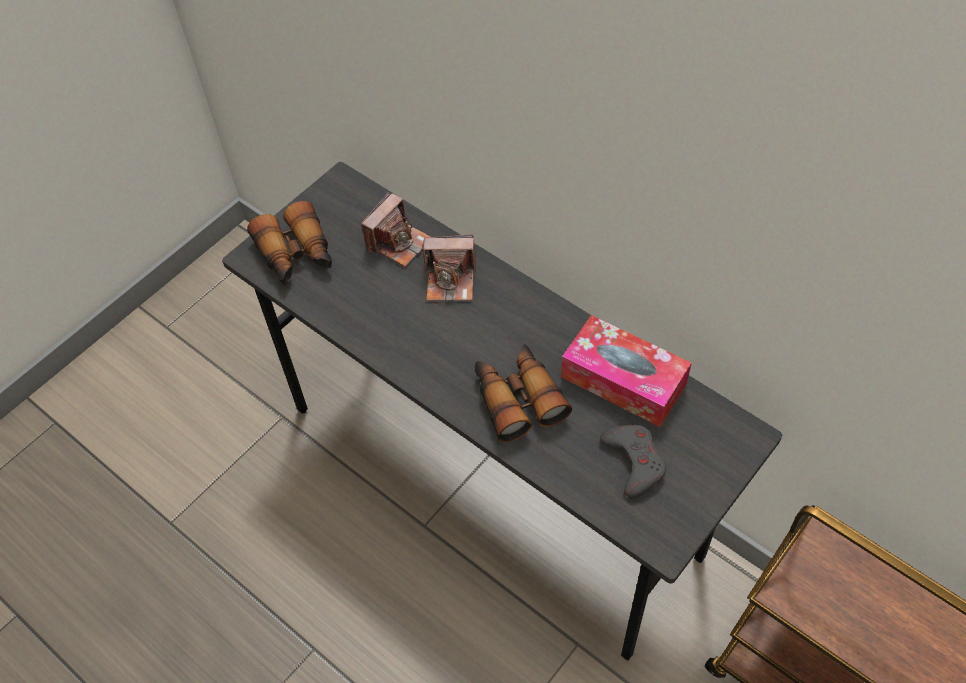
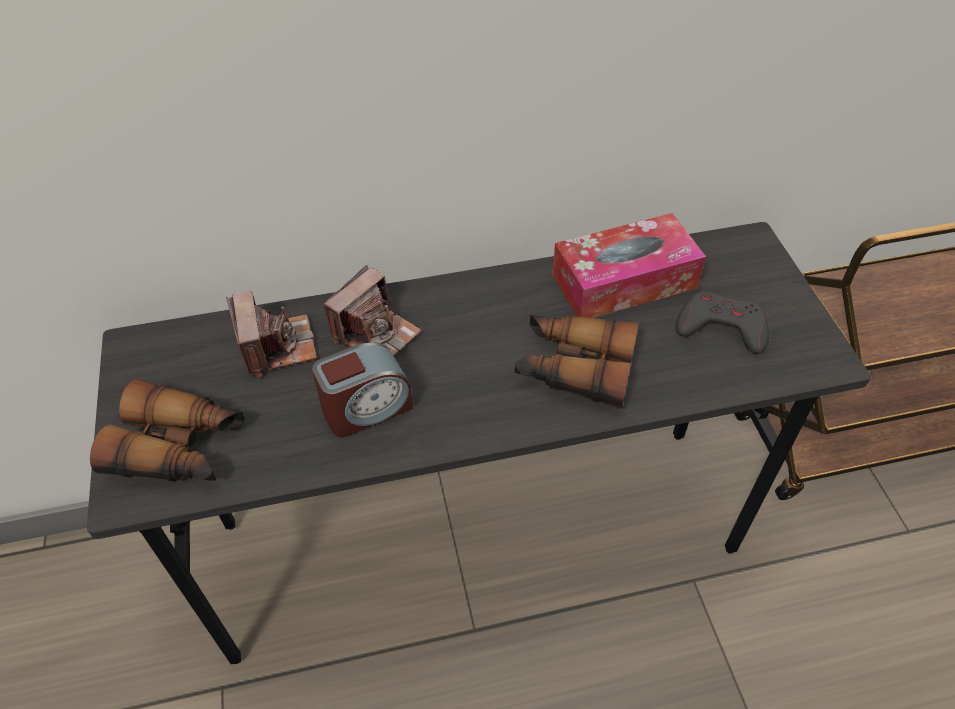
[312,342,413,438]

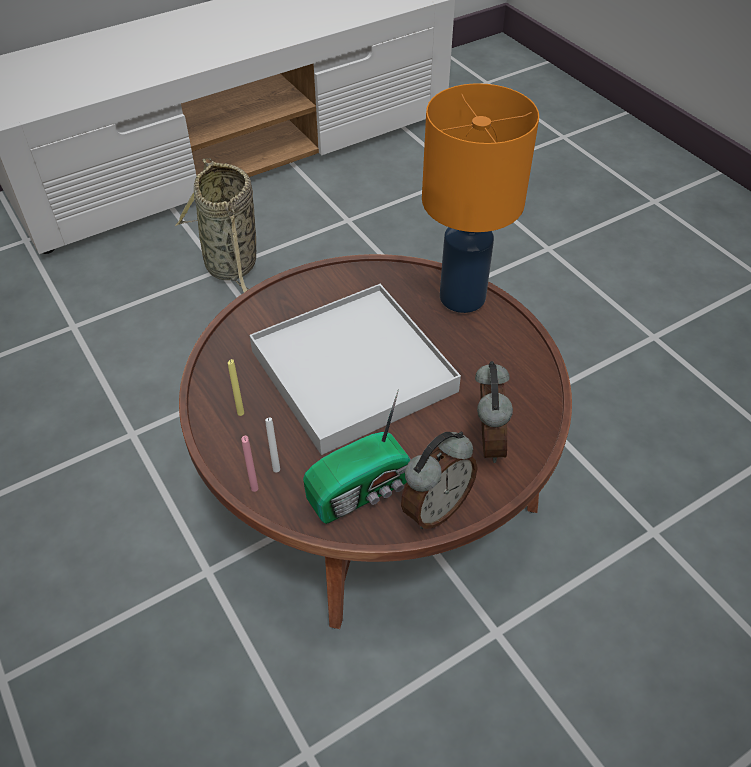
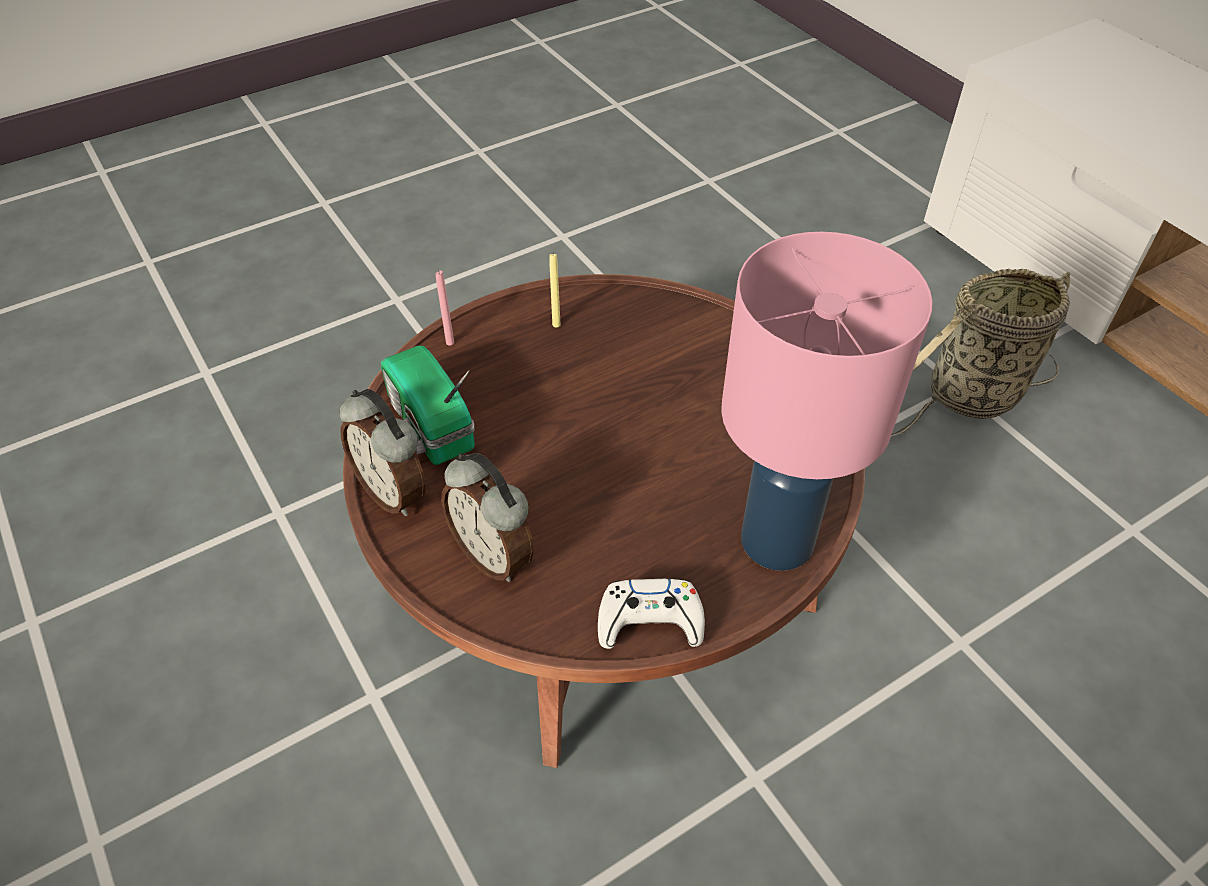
[441,453,534,582]
[598,579,705,649]
[722,232,933,571]
[249,284,461,455] (first image)
[265,418,280,473] (first image)

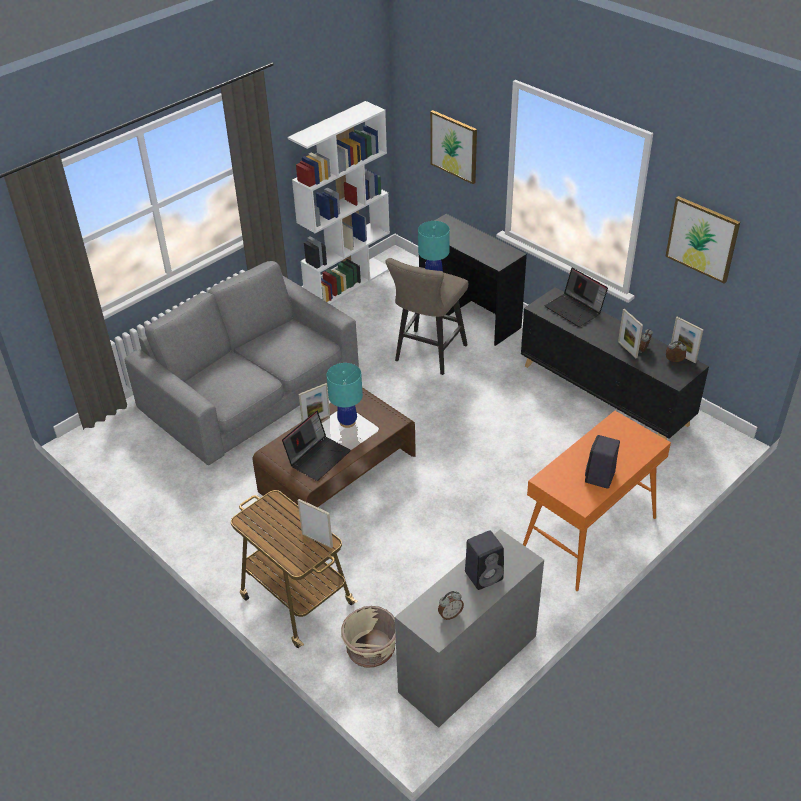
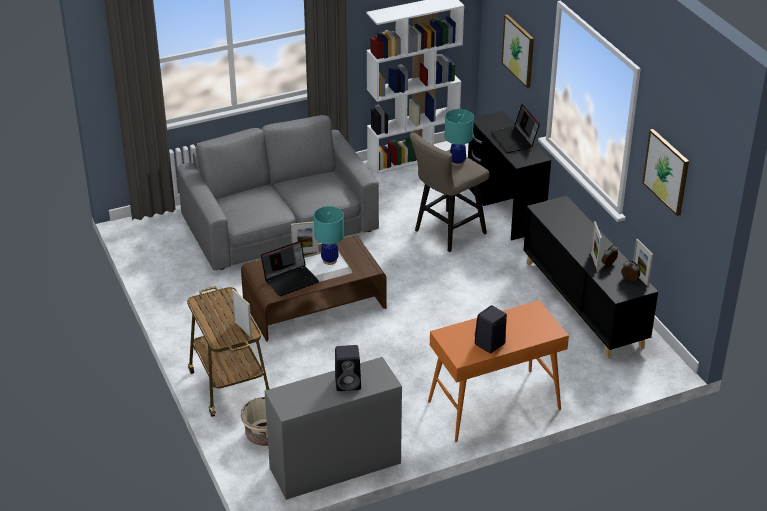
[491,104,540,153]
[438,591,464,620] (first image)

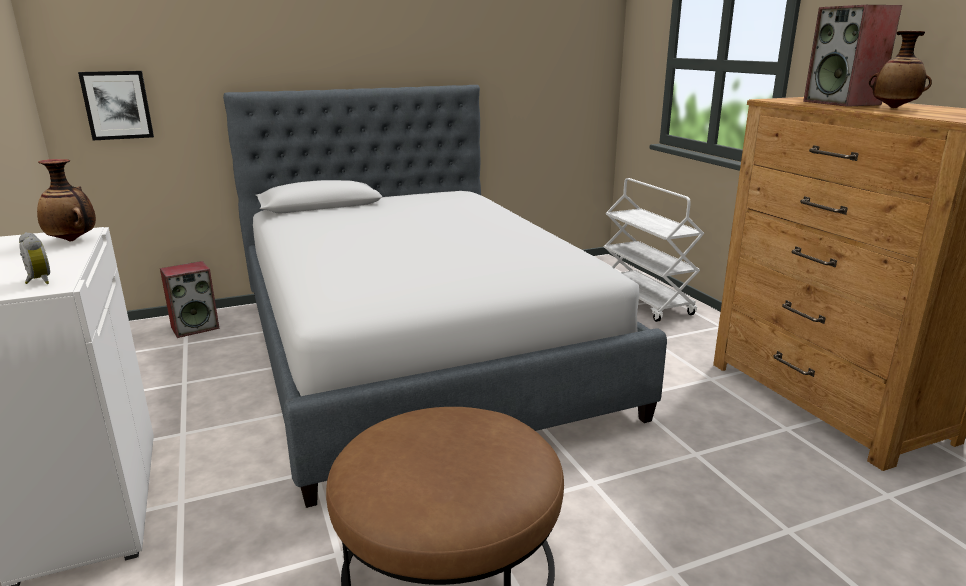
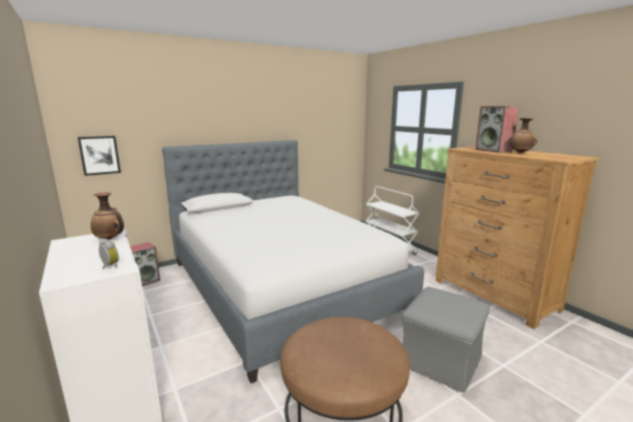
[402,287,490,393]

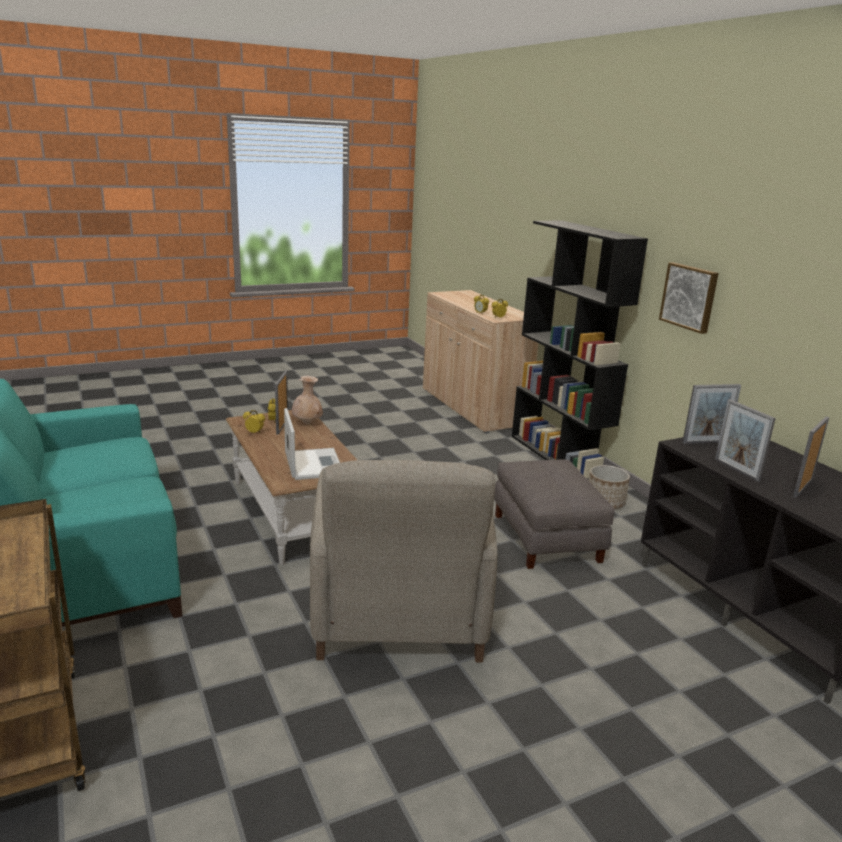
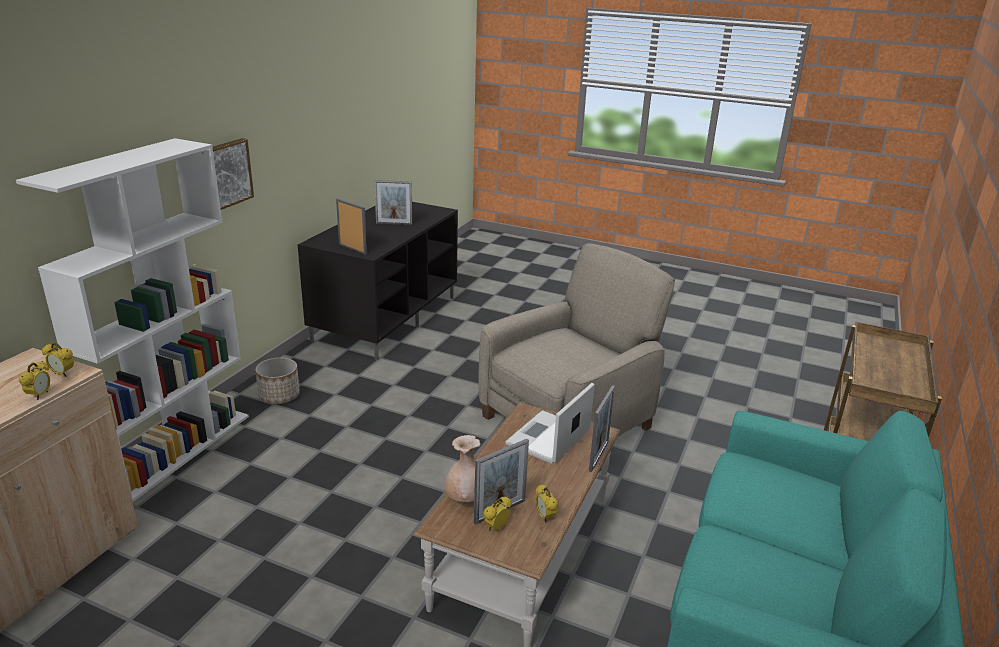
[16,138,249,502]
[589,385,615,472]
[494,459,615,569] (first image)

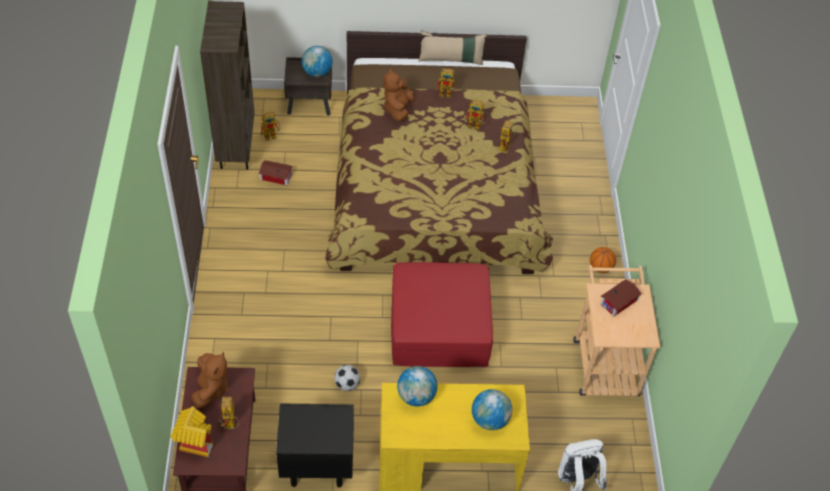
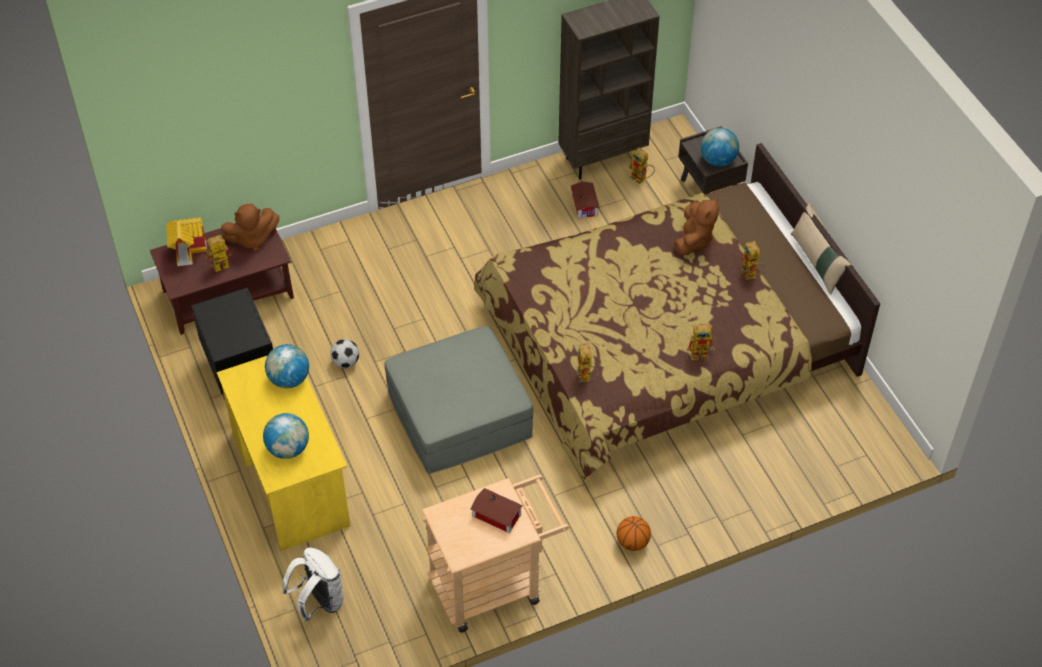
[384,326,533,474]
[577,343,598,382]
[674,197,719,255]

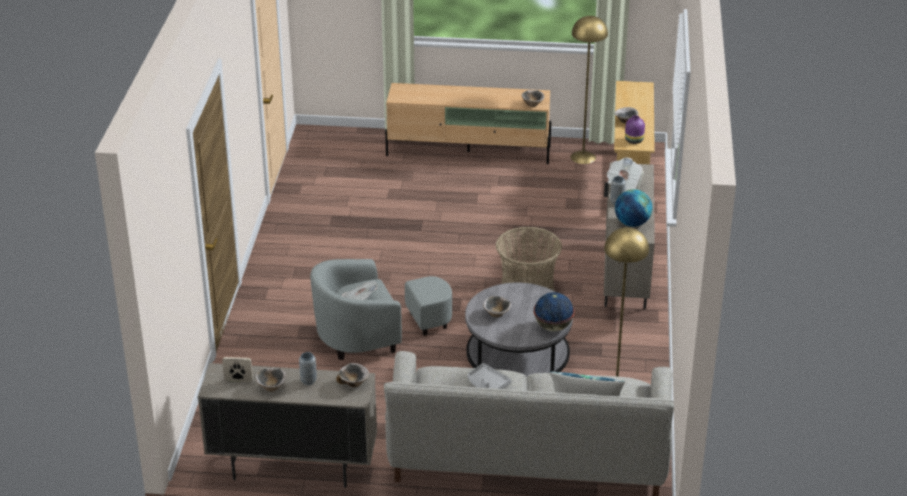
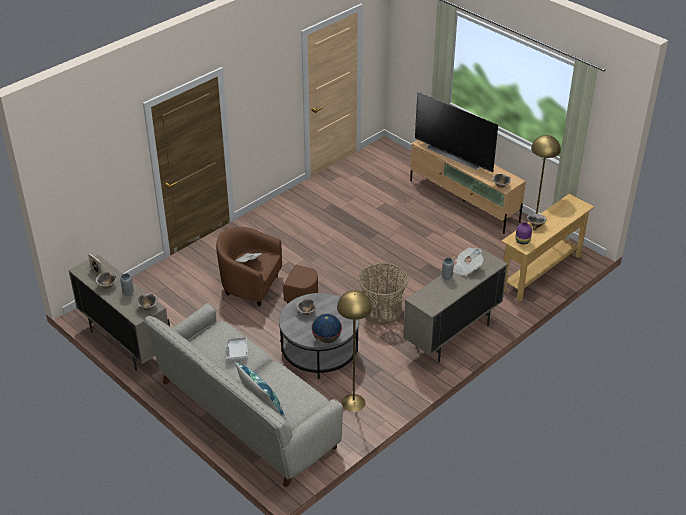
[216,227,318,306]
[415,92,498,172]
[615,189,652,227] (first image)

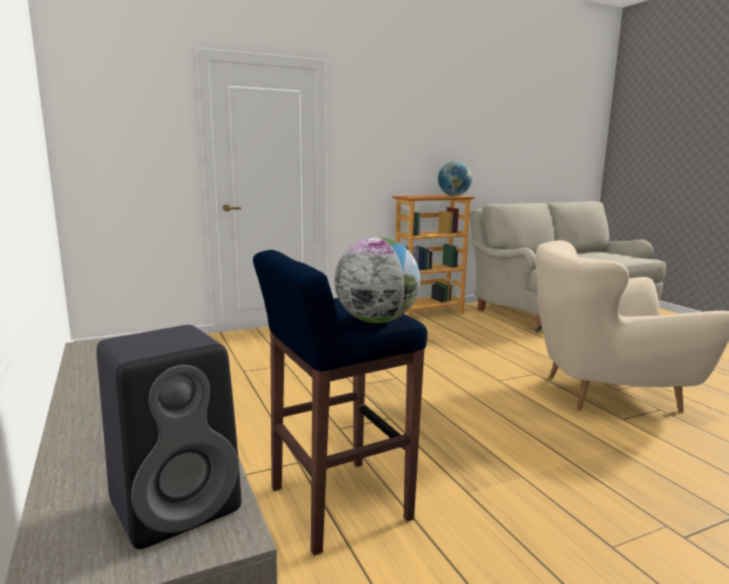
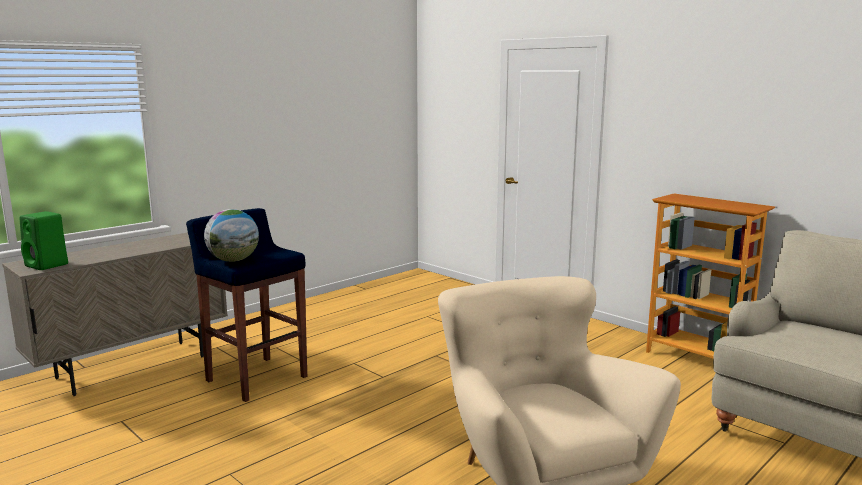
[20,211,68,270]
[438,161,472,196] (first image)

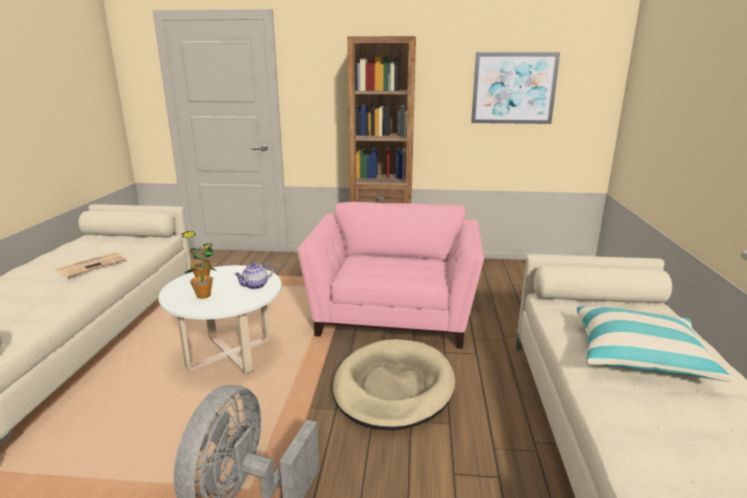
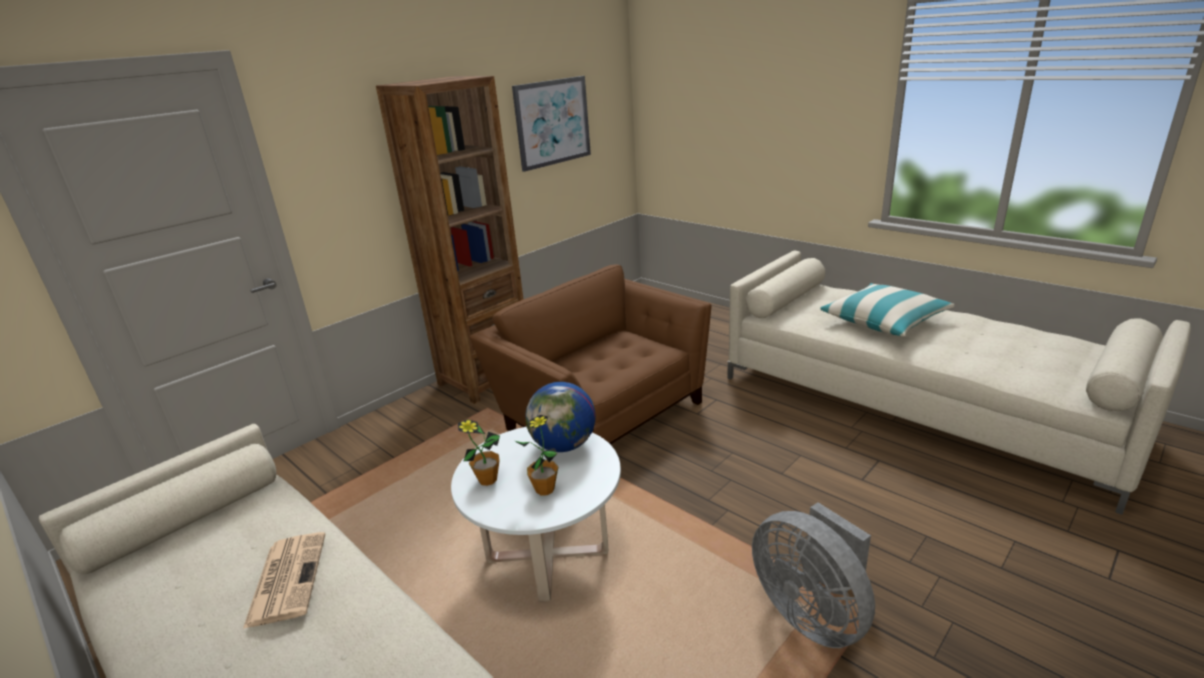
[470,264,712,445]
[525,382,596,452]
[333,339,455,430] (first image)

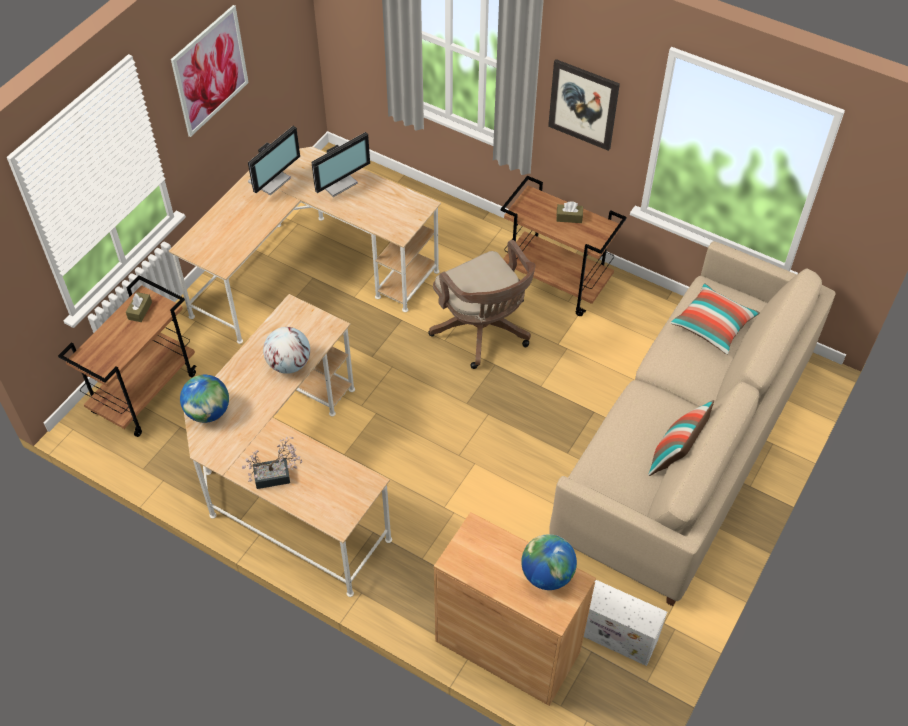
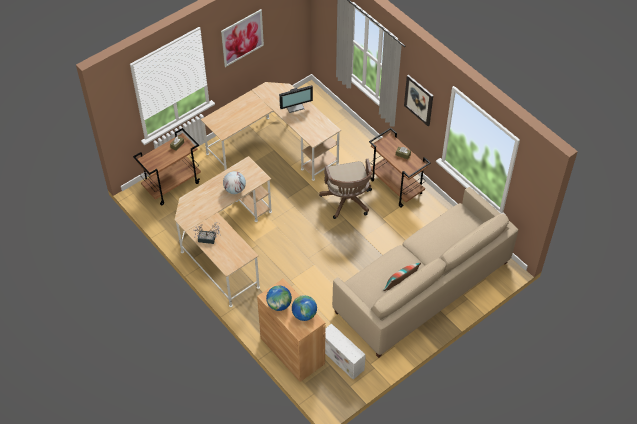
[266,286,292,311]
[248,126,300,195] (first image)
[670,283,760,355] (first image)

